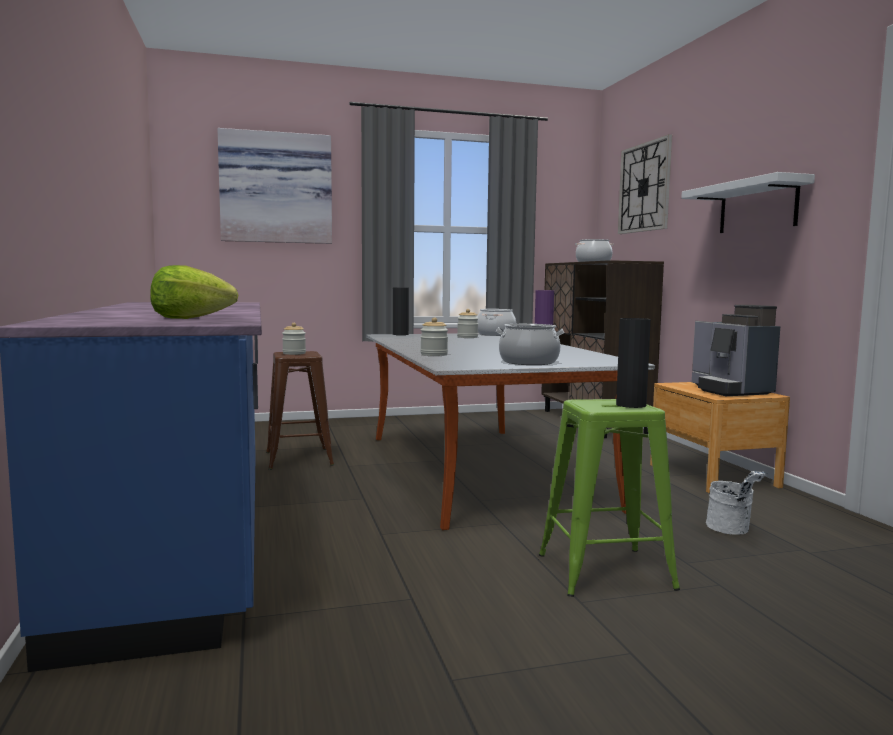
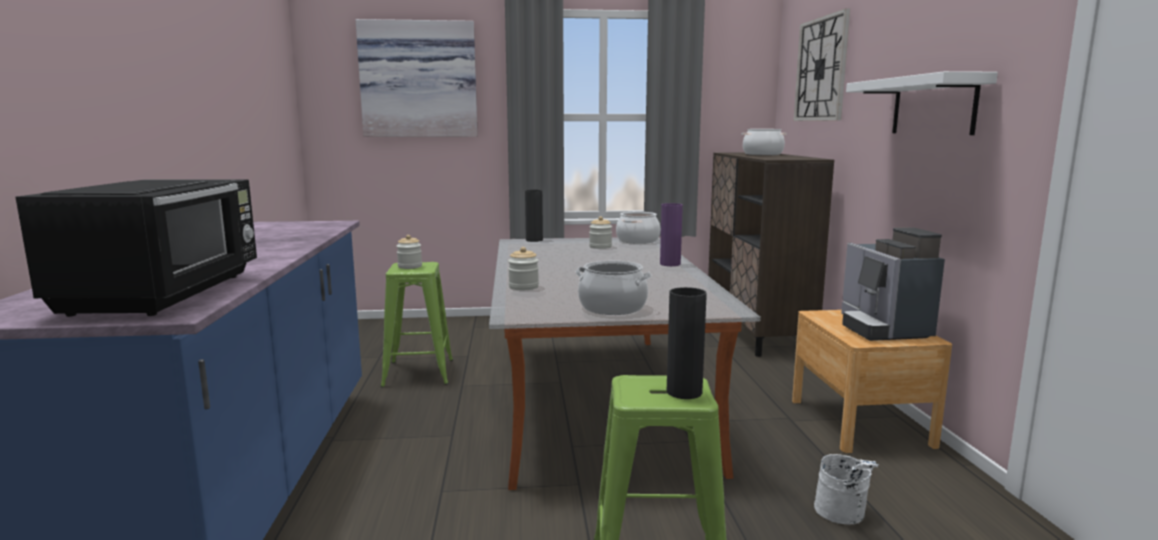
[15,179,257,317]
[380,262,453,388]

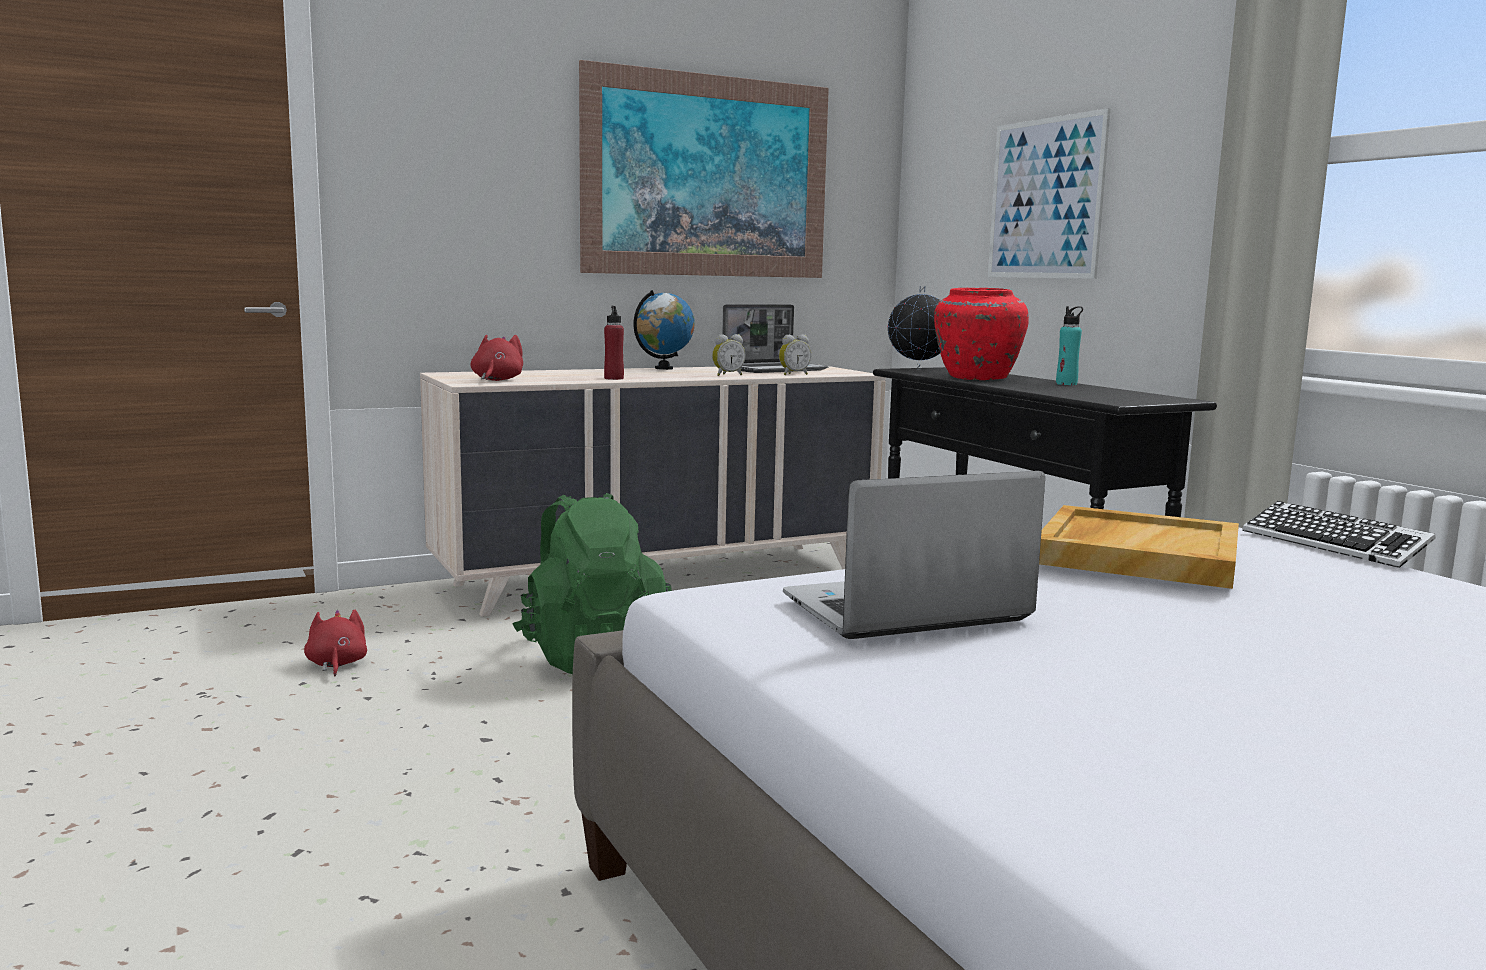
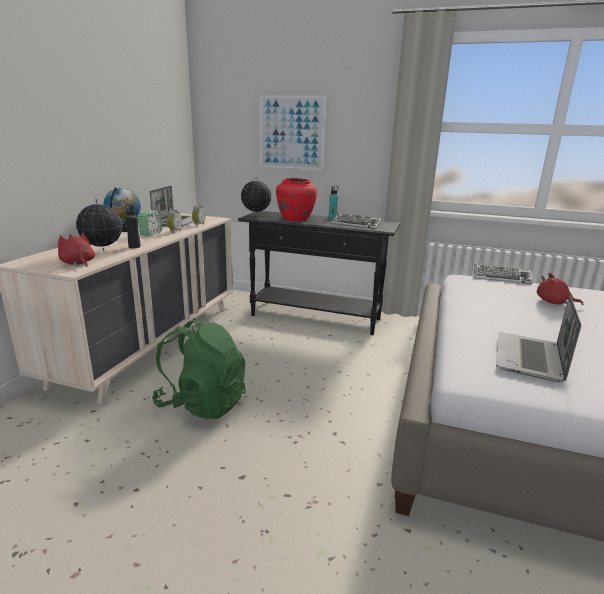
[76,199,122,252]
[125,205,141,248]
[137,210,162,236]
[331,213,382,229]
[537,273,583,305]
[579,60,829,278] (first image)
[1039,505,1239,589] (first image)

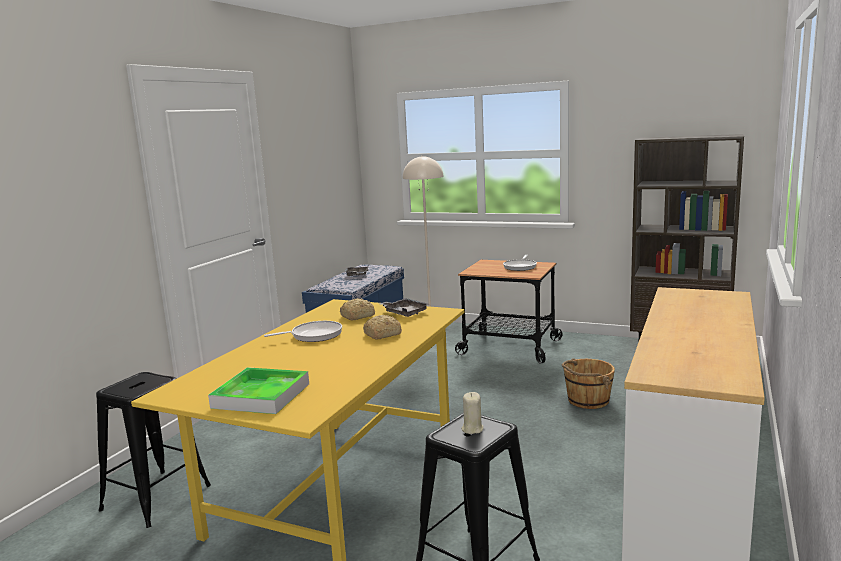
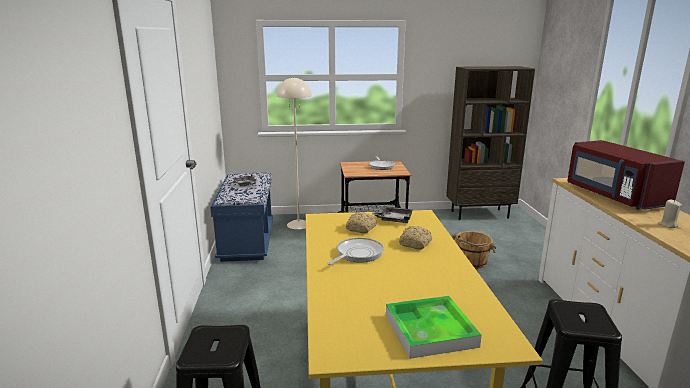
[567,140,685,210]
[658,200,682,228]

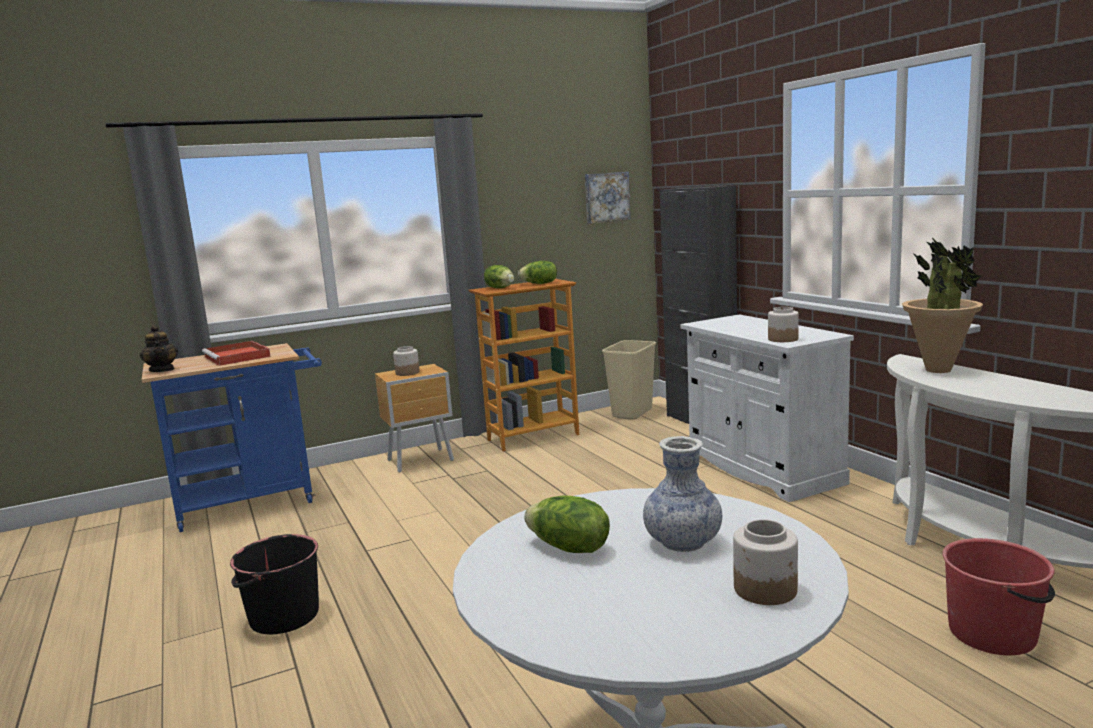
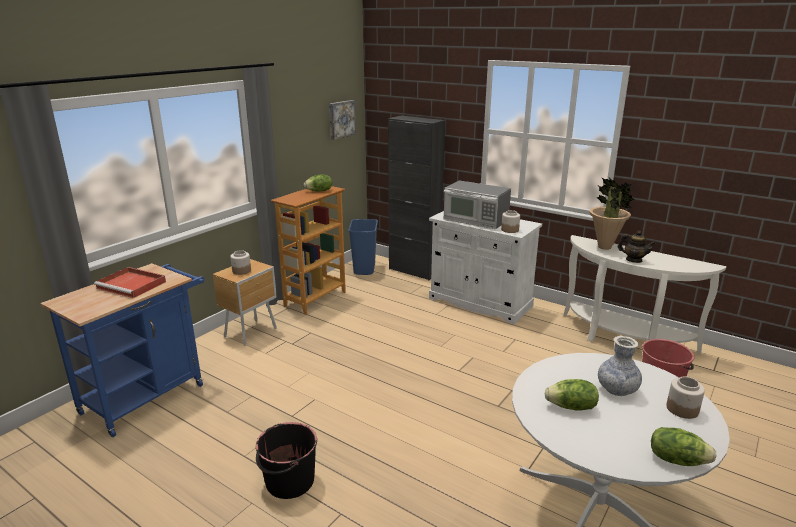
[348,219,378,275]
[444,180,511,229]
[617,231,656,263]
[651,427,716,466]

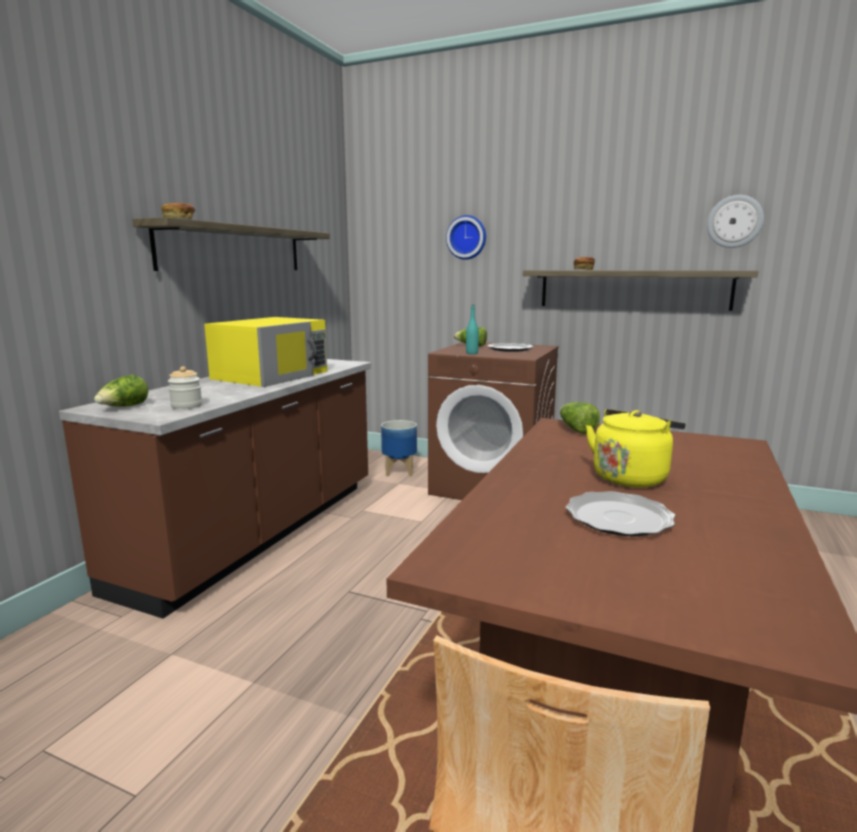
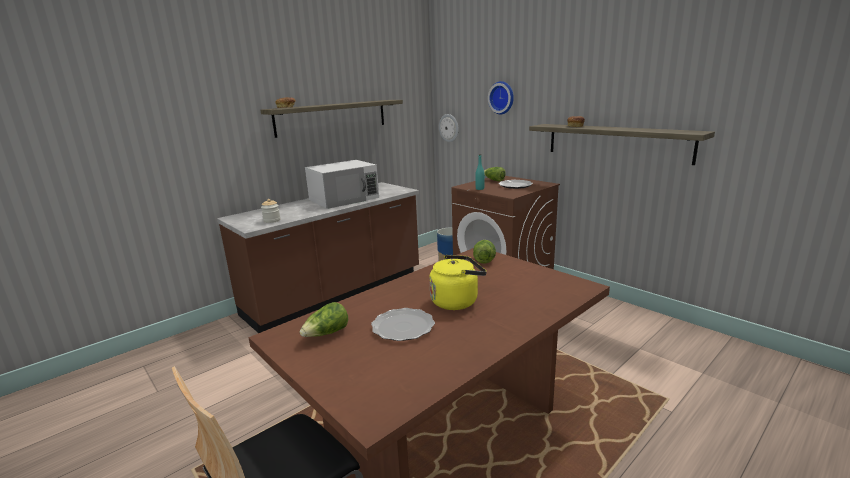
[300,302,348,337]
[305,160,379,209]
[439,114,459,142]

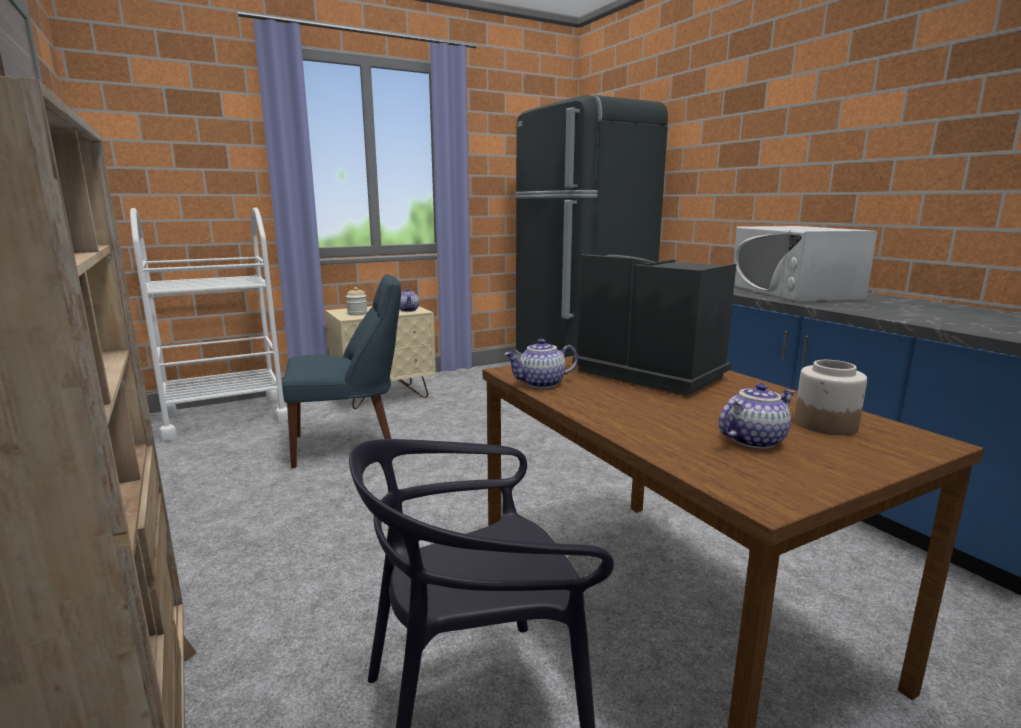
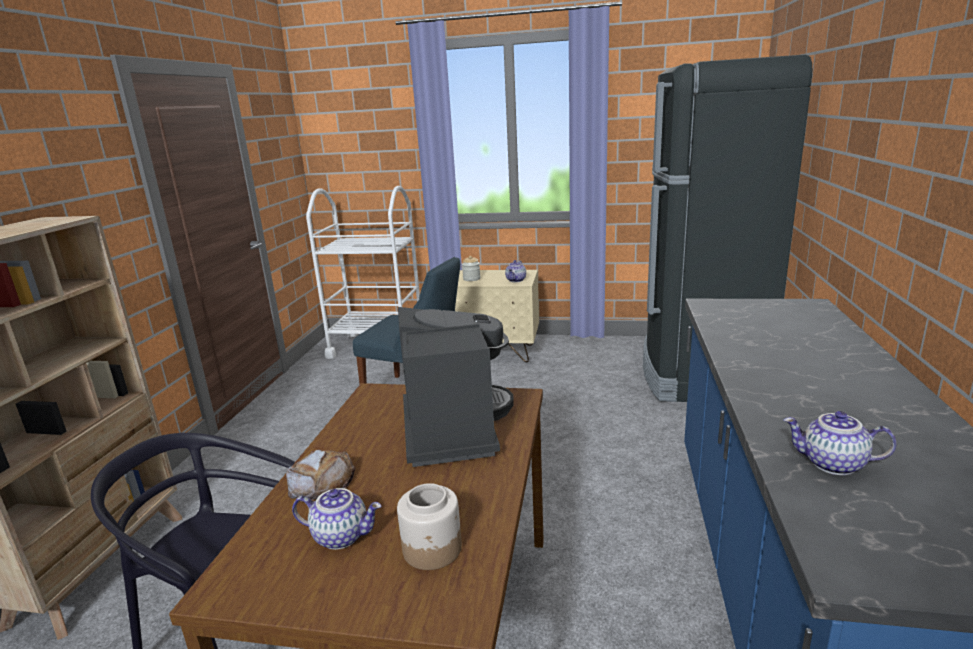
[286,450,355,502]
[783,411,896,475]
[733,226,878,302] (first image)

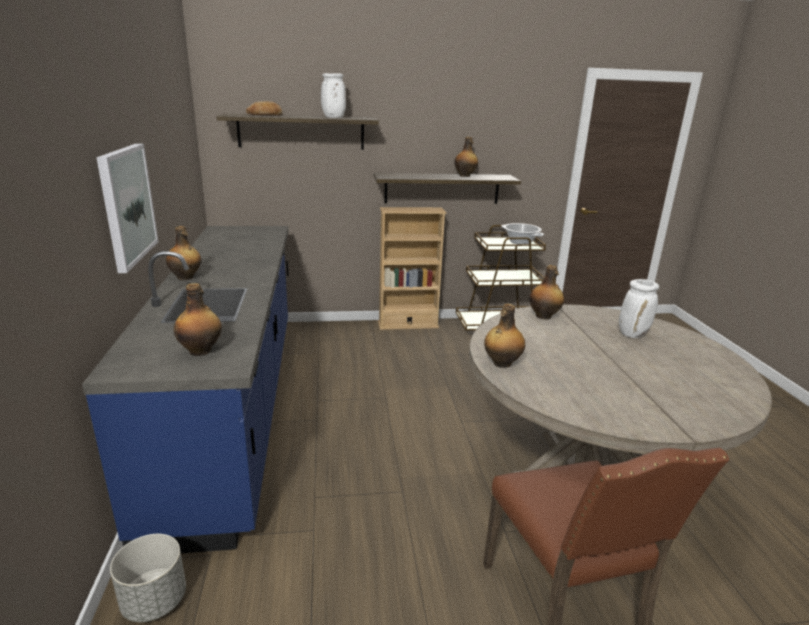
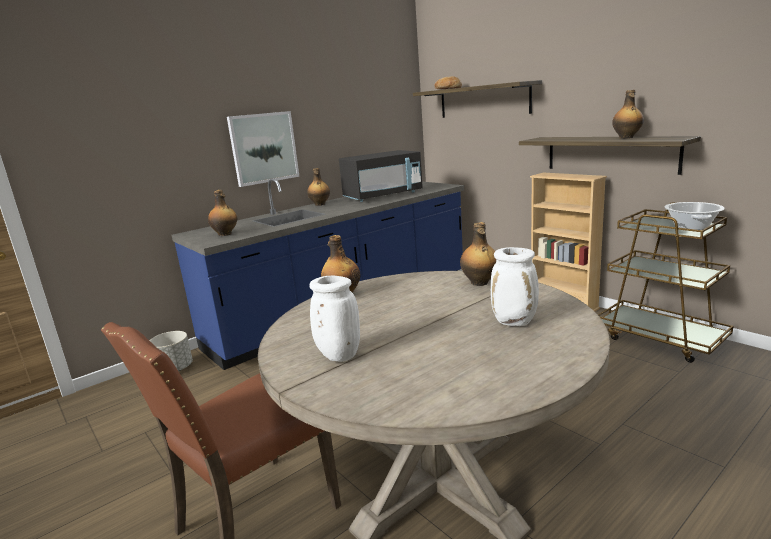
[309,276,360,362]
[339,150,423,202]

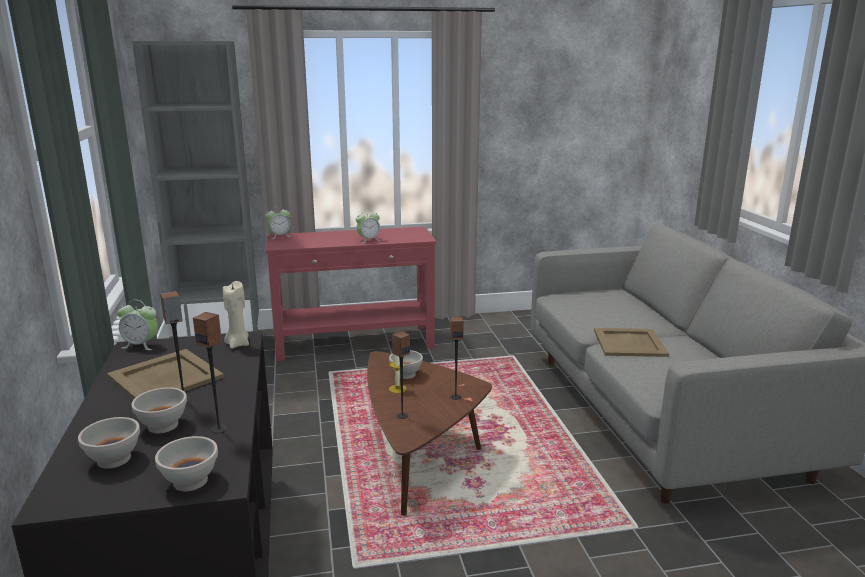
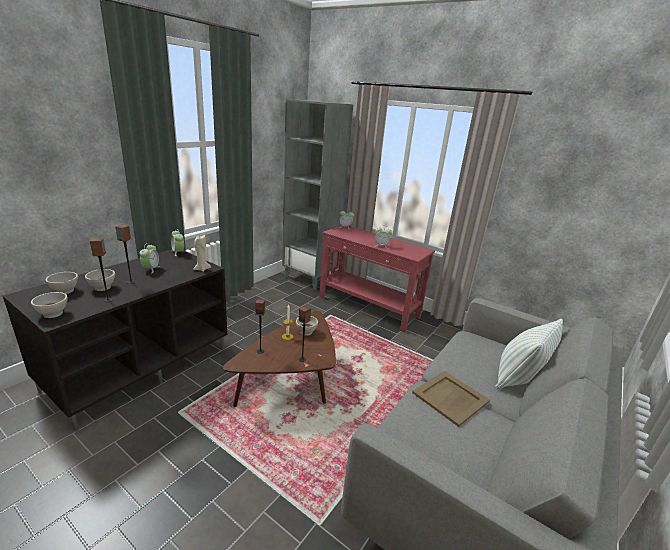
[140,243,160,274]
[495,319,563,389]

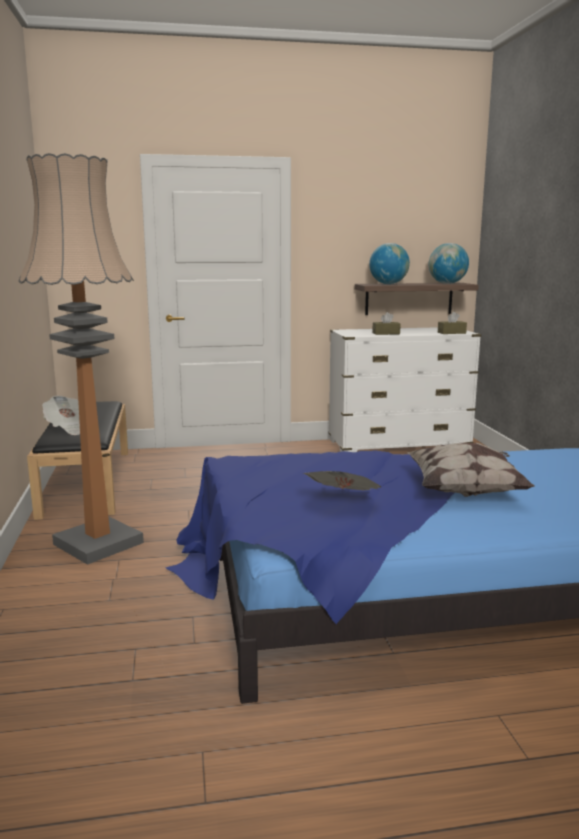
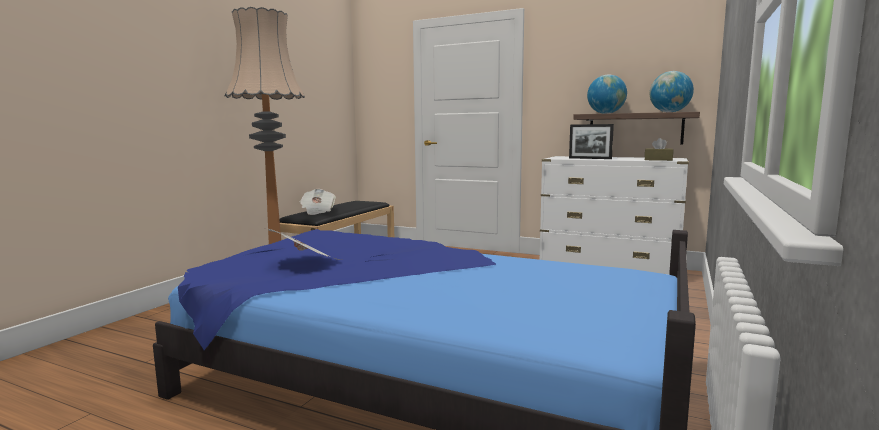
[569,124,614,159]
[407,442,535,497] (first image)

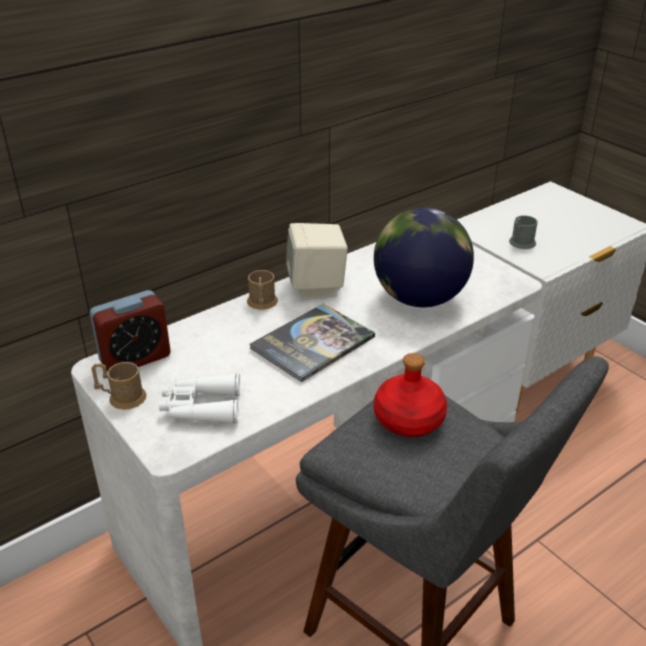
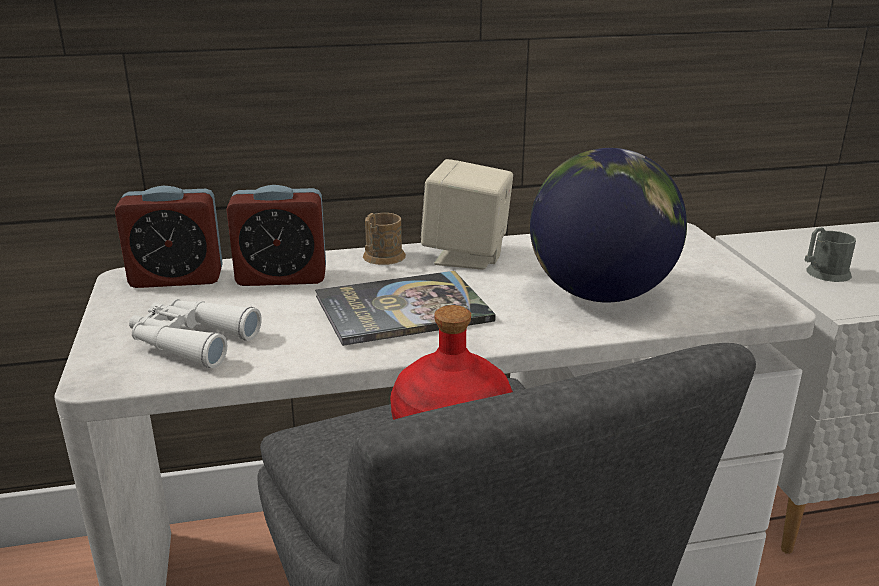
[226,185,326,286]
[91,362,146,410] (first image)

